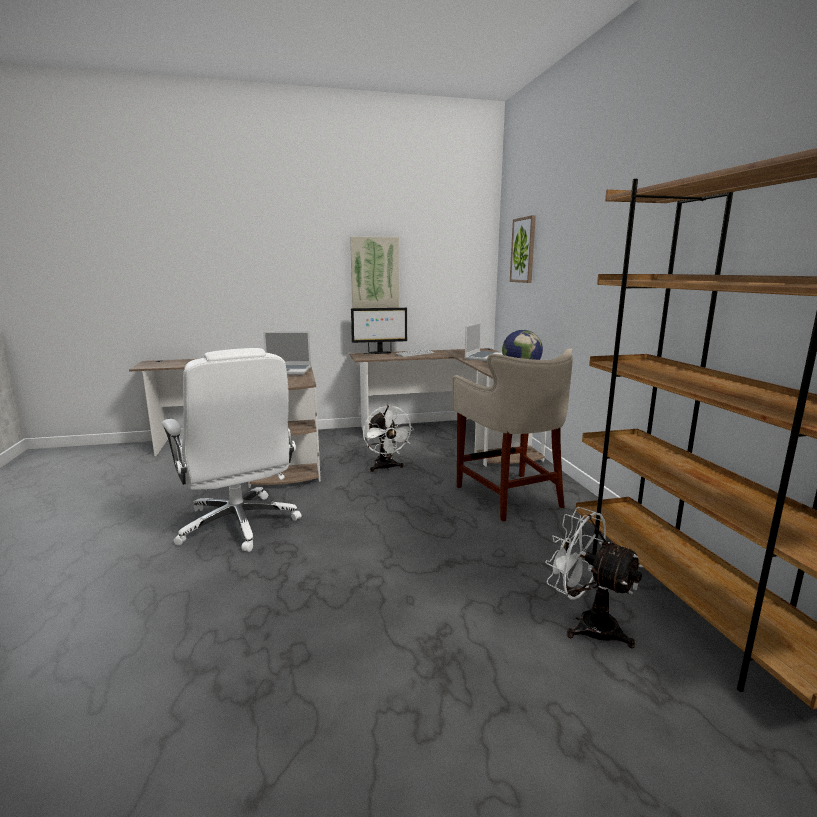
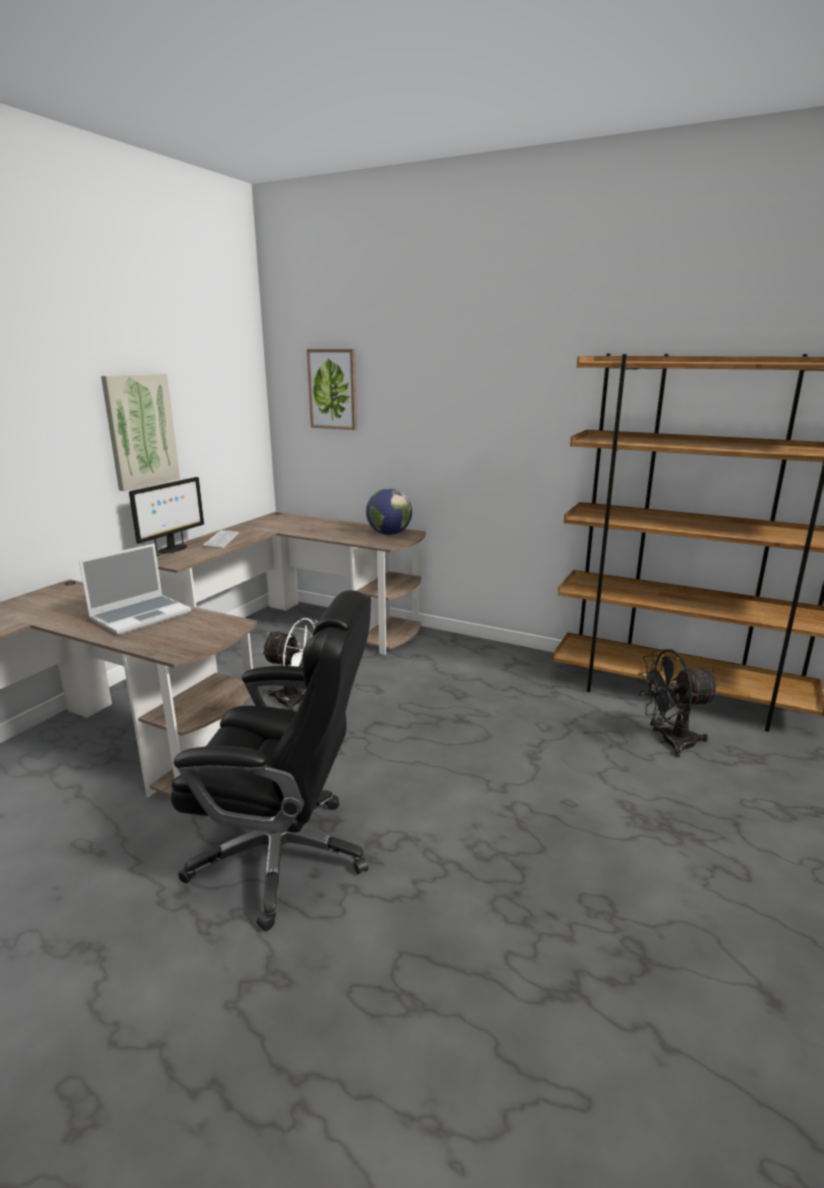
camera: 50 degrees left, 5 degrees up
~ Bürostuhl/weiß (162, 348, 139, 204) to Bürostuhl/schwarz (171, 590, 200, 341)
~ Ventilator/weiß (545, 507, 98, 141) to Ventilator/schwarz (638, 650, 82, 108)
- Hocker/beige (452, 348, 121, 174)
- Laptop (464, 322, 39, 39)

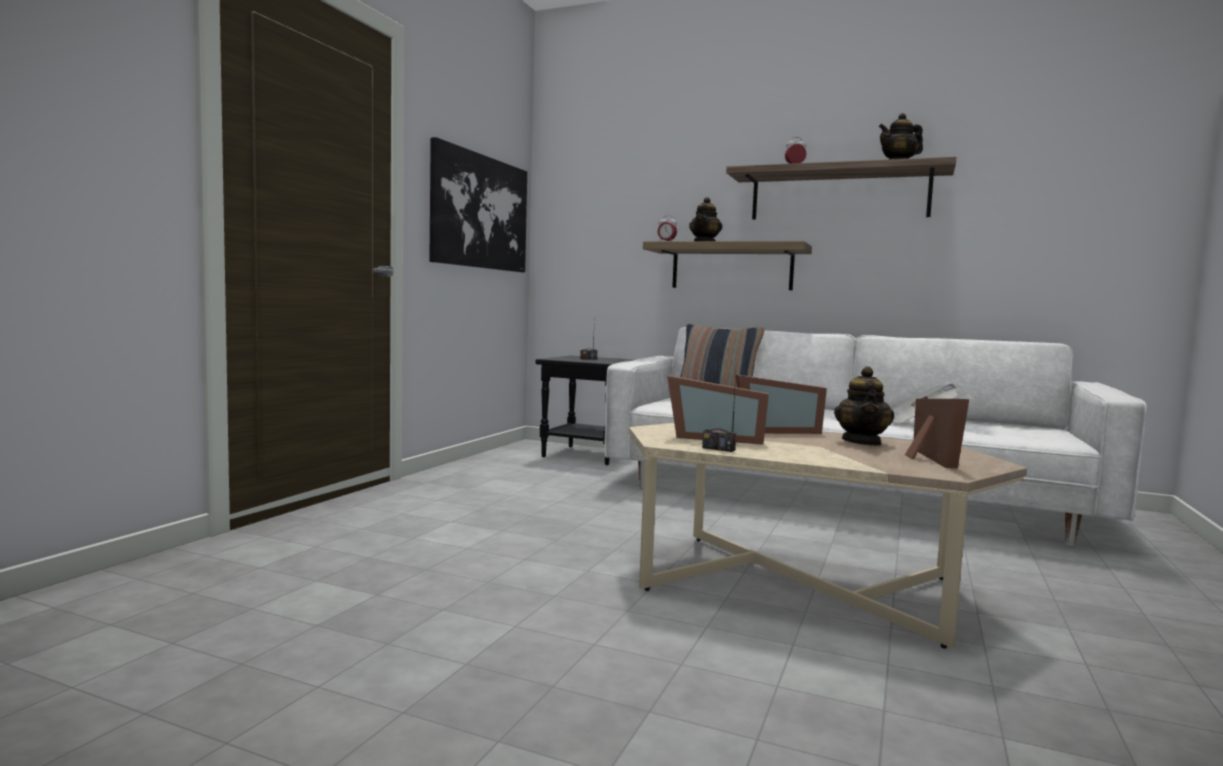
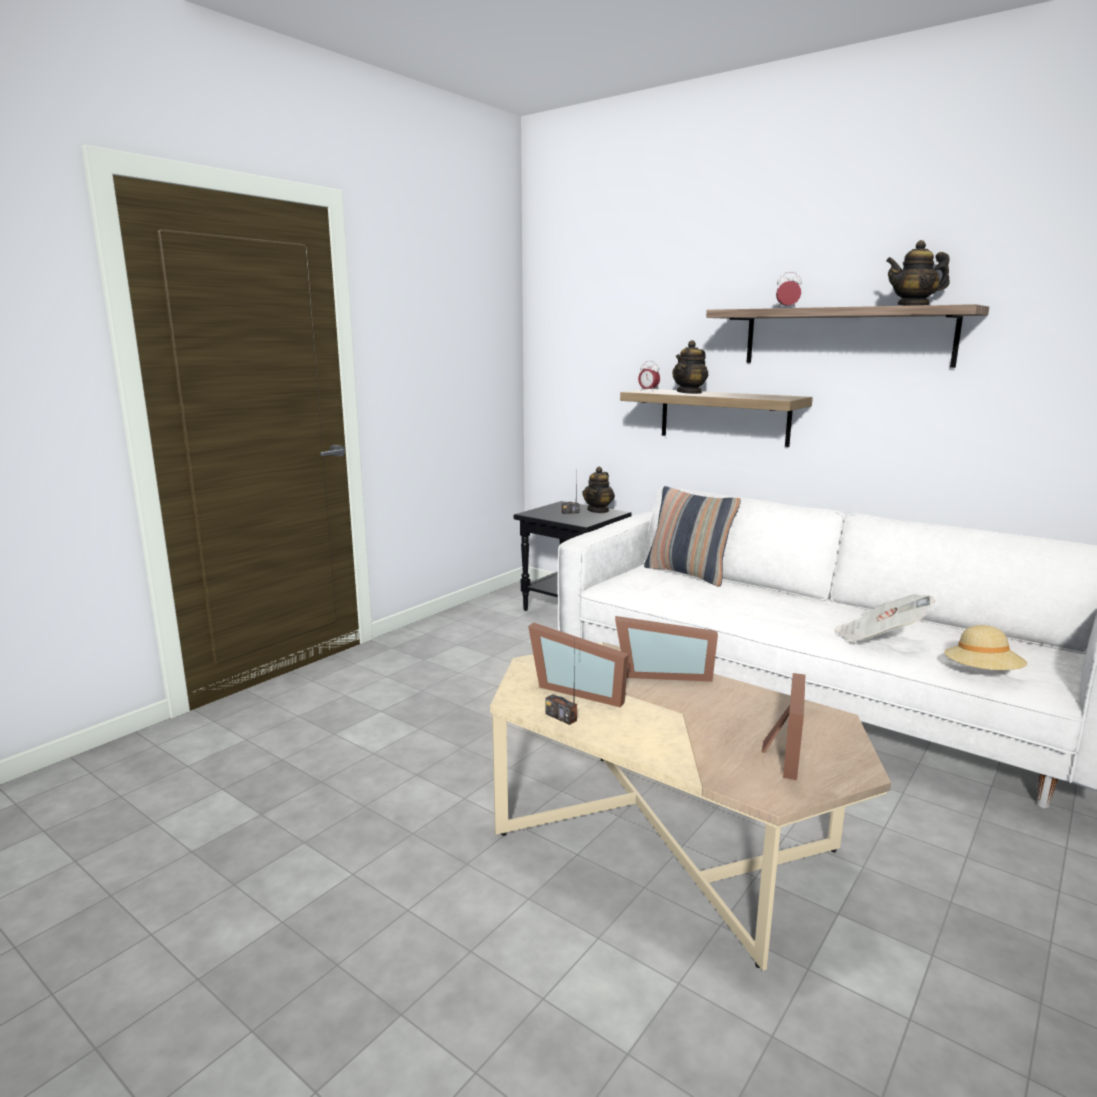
camera: 15 degrees right, 10 degrees up
~ Teekanne (834, 366, 60, 80) to (582, 467, 33, 46)
+ Hut/beige (944, 625, 83, 45)
- Bild (429, 137, 98, 136)

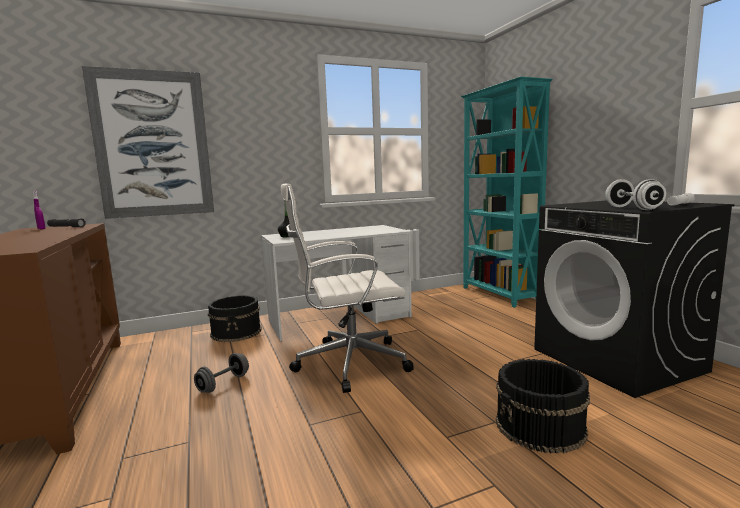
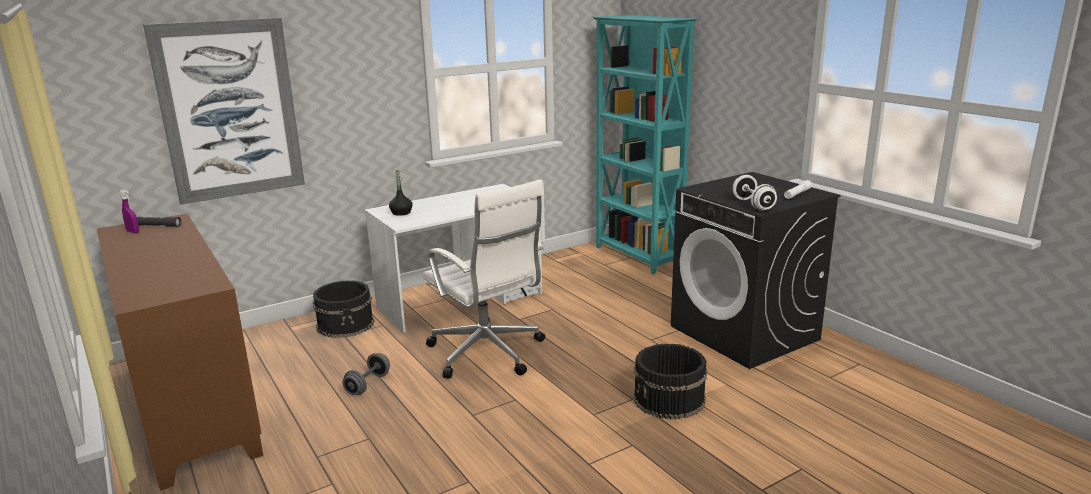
camera: 10 degrees left, 10 degrees up
~ Bürostuhl/weiß (281, 183, 133, 210) = (423, 179, 122, 199) 105 degrees counterclockwise

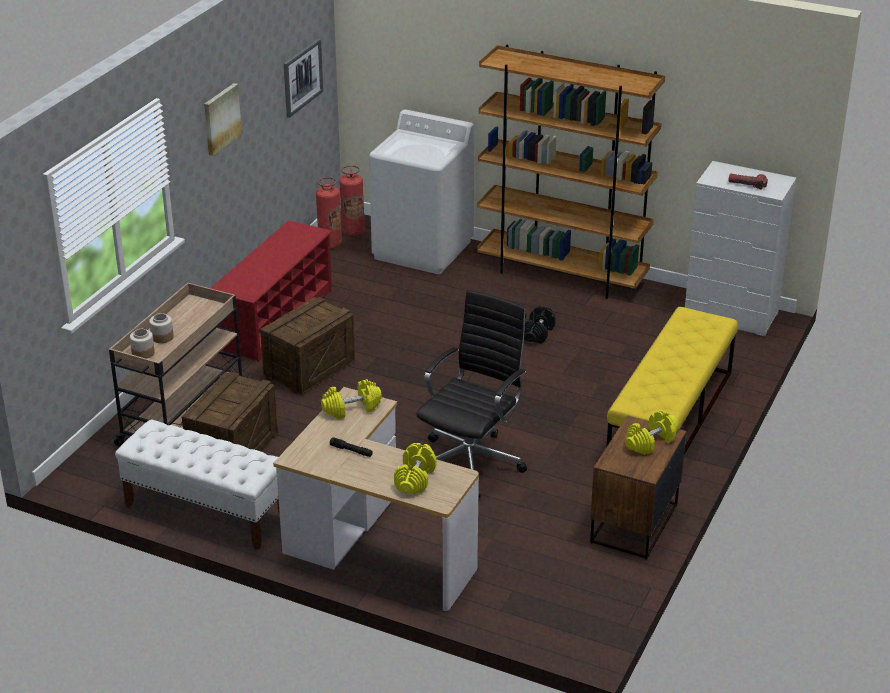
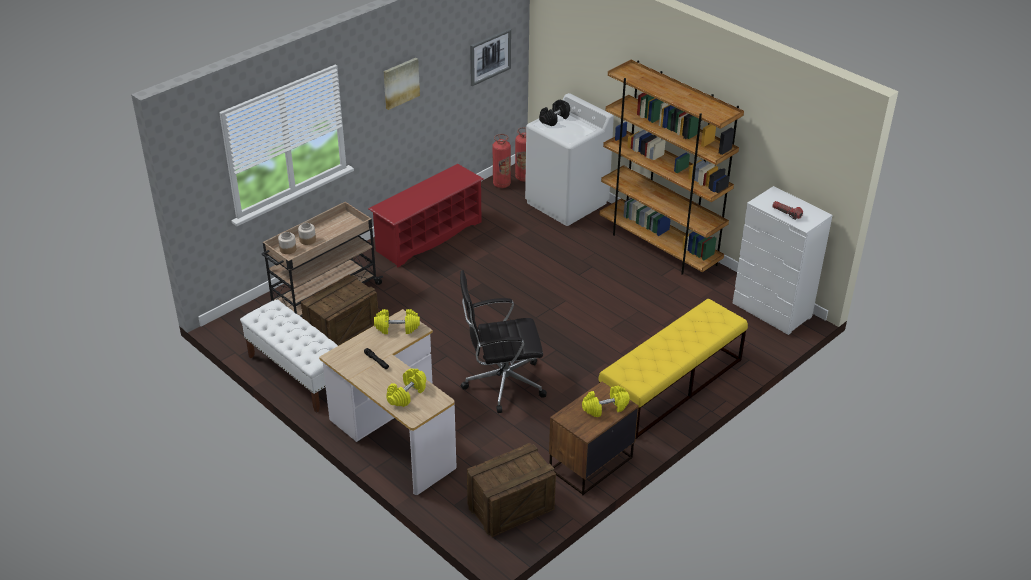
camera: 20 degrees right, 5 degrees up
~ Bürostuhl/schwarz (416, 290, 111, 209) = (460, 270, 87, 143) 150 degrees counterclockwise
~ Kiste (260, 297, 95, 98) to (467, 443, 89, 94)
~ Hantel/schwarz (524, 306, 32, 37) to (539, 99, 31, 27)

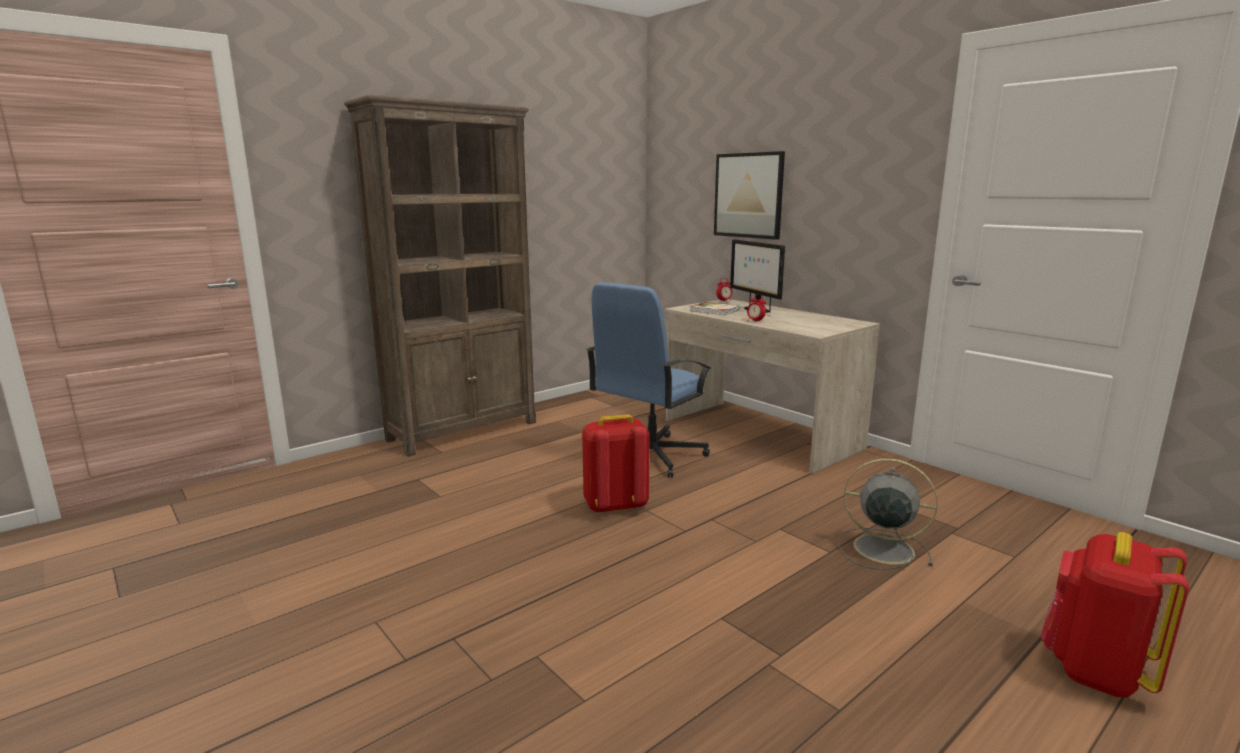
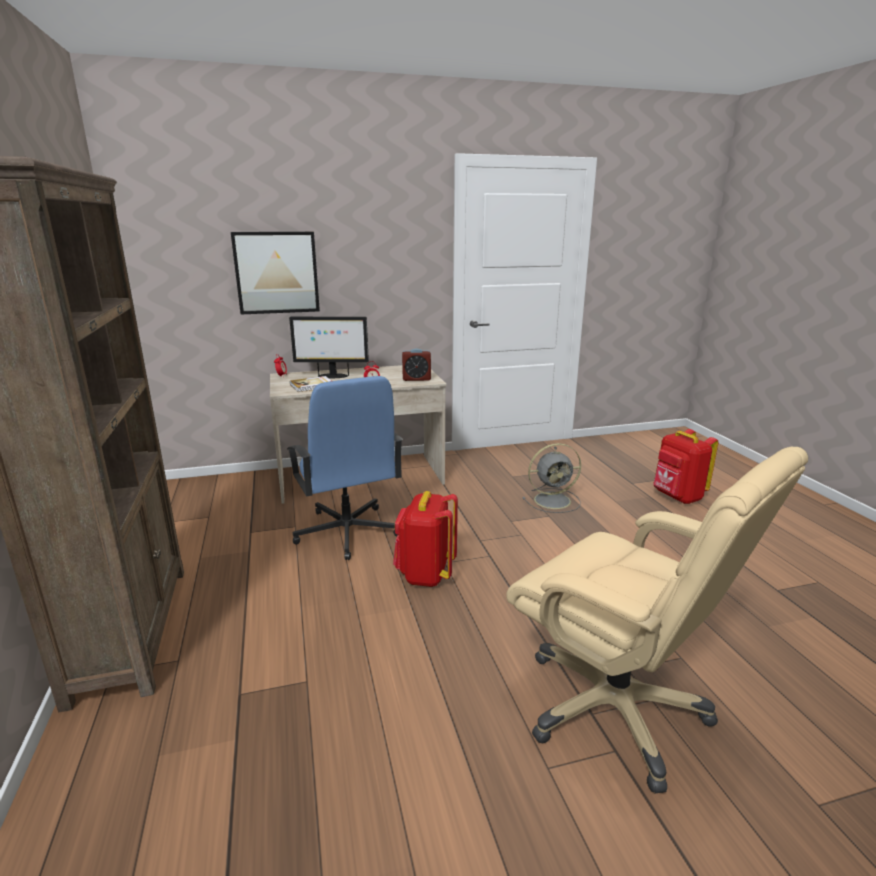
camera: 65 degrees left, 5 degrees up
+ Wecker (402, 348, 29, 33)
+ Bürostuhl/beige (506, 447, 302, 347)
~ Ventilator/grau (838, 458, 99, 112) = (522, 443, 59, 70) 150 degrees counterclockwise

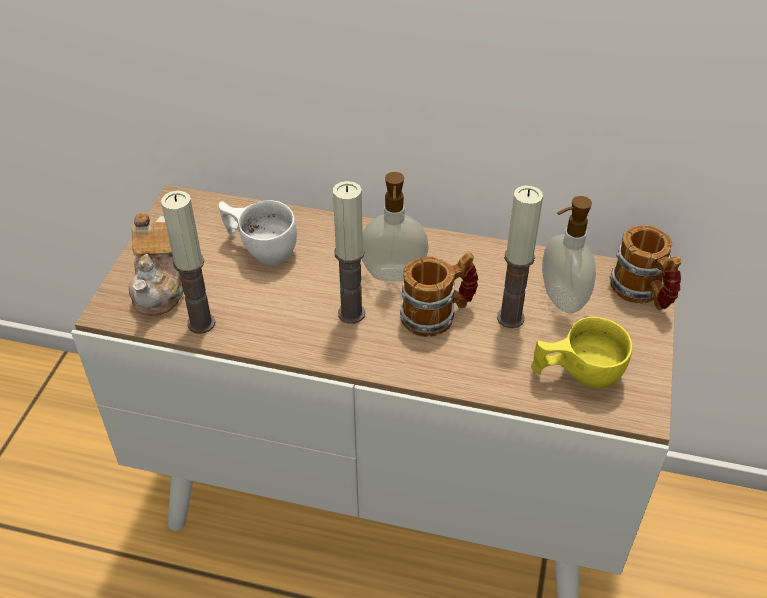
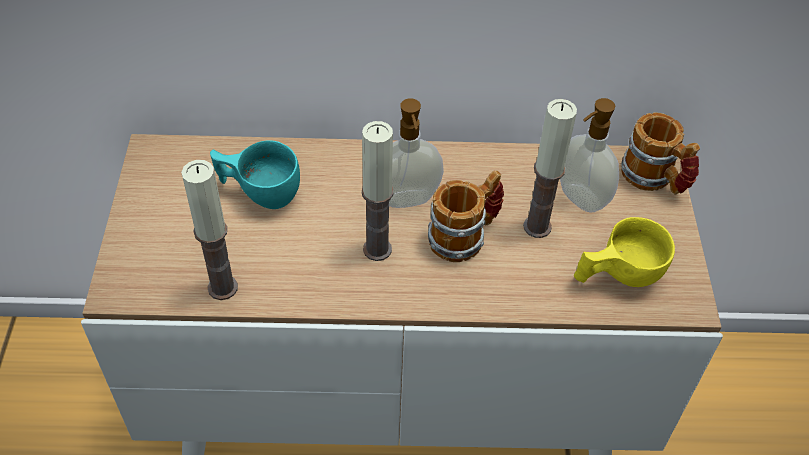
camera: 15 degrees left, 5 degrees up
~ Tasse/weiß (219, 200, 78, 65) to Tasse/türkis (210, 140, 90, 69)
- Teekanne (129, 212, 54, 104)

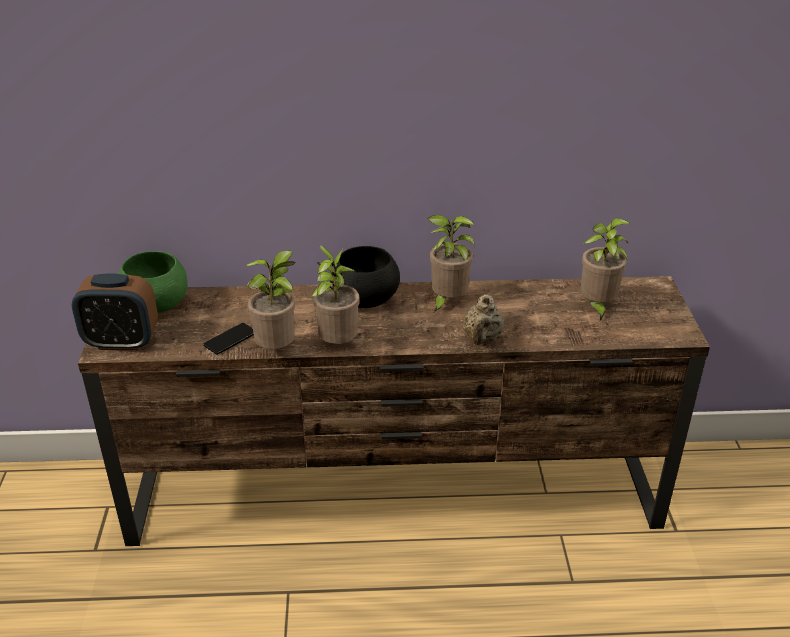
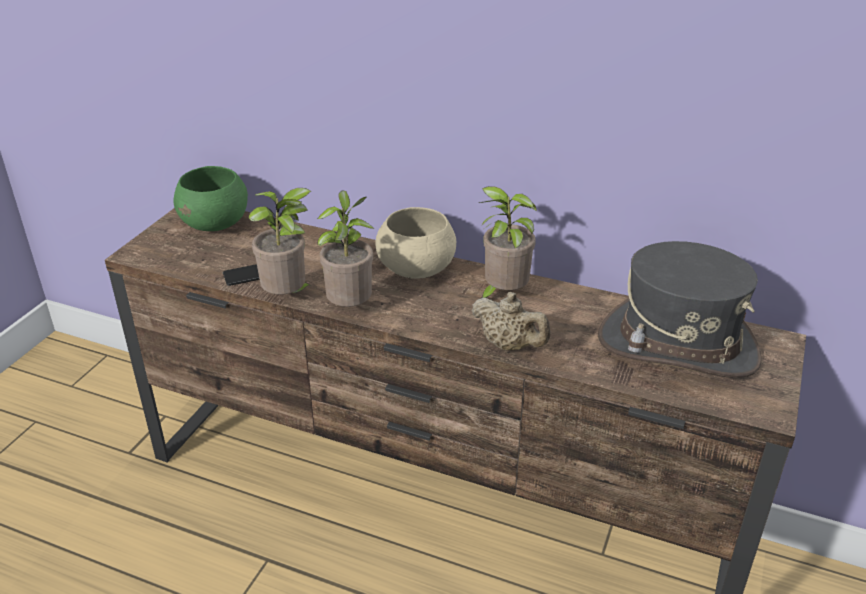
camera: 25 degrees right, 0 degrees up
~ Schüssel/schwarz (330, 246, 70, 62) to Schüssel/beige (375, 207, 81, 72)
~ Teekanne/beige (463, 294, 41, 51) = (471, 292, 79, 59) 90 degrees counterclockwise
~ Topfpflanze (581, 218, 49, 103) to Hut/grau (598, 241, 164, 137)
- Wecker (72, 274, 86, 76)

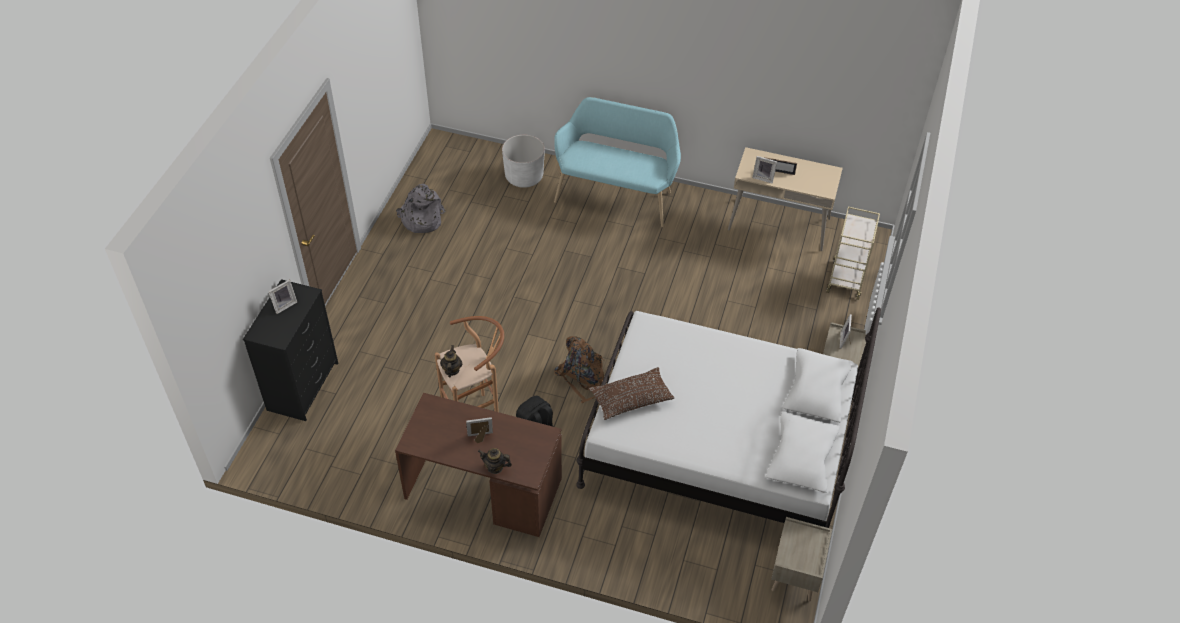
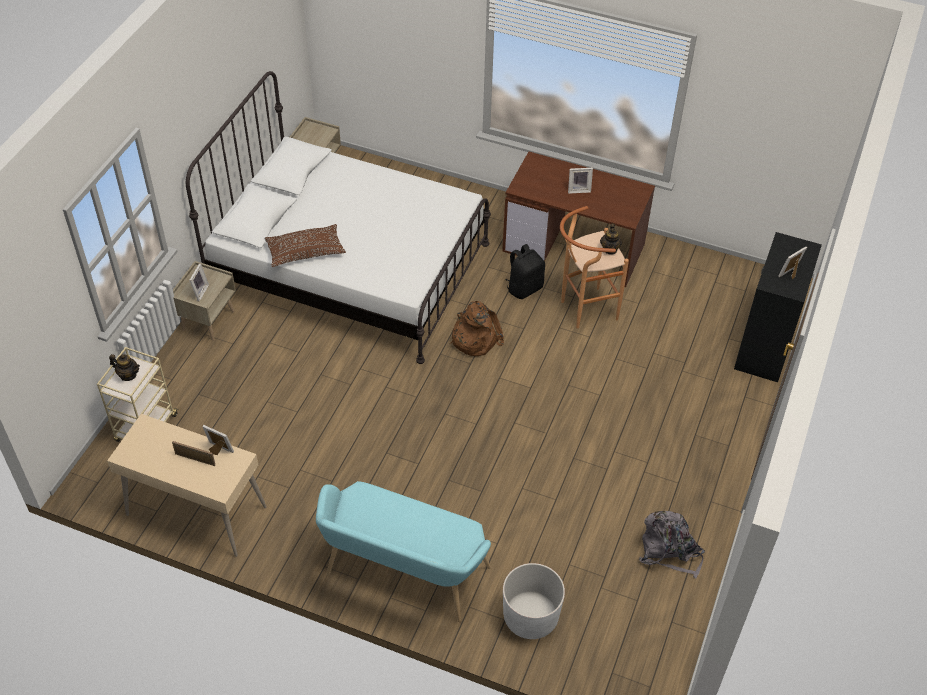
camera: 175 degrees left, 0 degrees up
~ Teekanne (478, 448, 34, 26) to (109, 354, 31, 27)
~ Kissen/braun (589, 367, 85, 53) to (265, 224, 81, 43)

